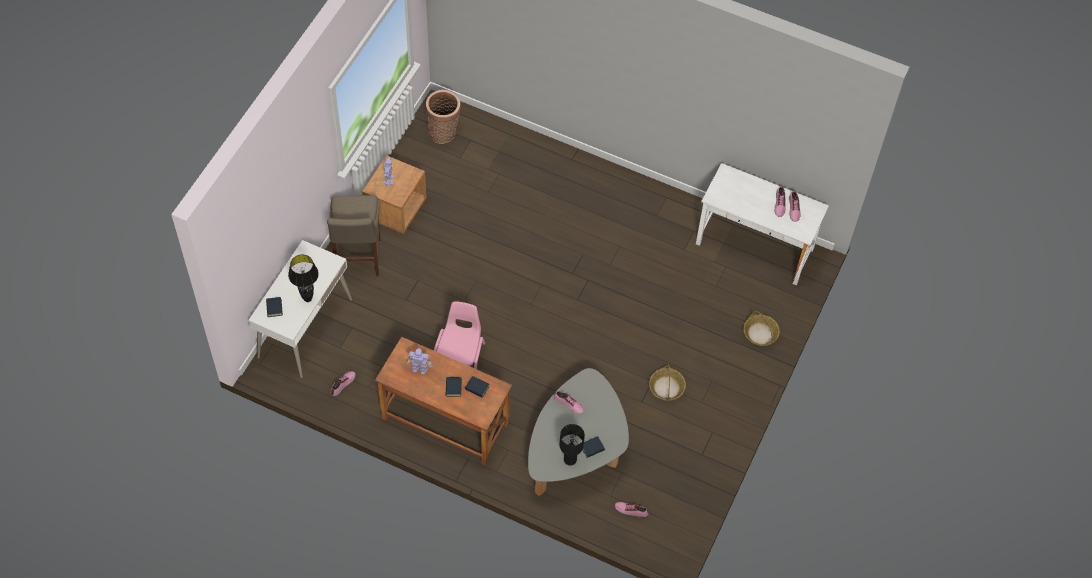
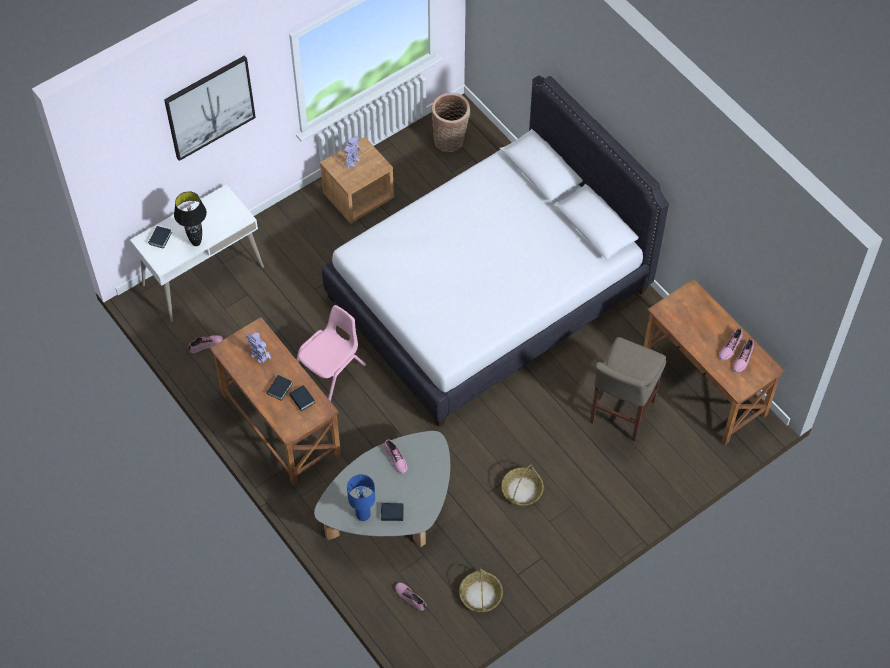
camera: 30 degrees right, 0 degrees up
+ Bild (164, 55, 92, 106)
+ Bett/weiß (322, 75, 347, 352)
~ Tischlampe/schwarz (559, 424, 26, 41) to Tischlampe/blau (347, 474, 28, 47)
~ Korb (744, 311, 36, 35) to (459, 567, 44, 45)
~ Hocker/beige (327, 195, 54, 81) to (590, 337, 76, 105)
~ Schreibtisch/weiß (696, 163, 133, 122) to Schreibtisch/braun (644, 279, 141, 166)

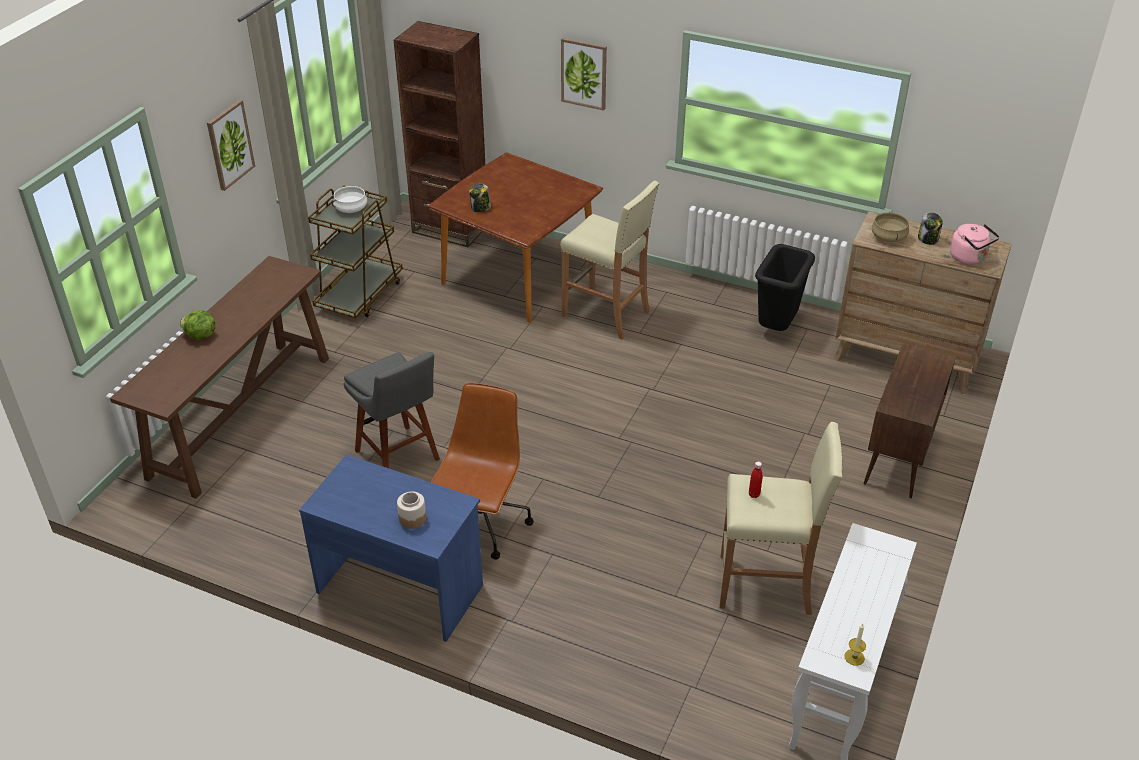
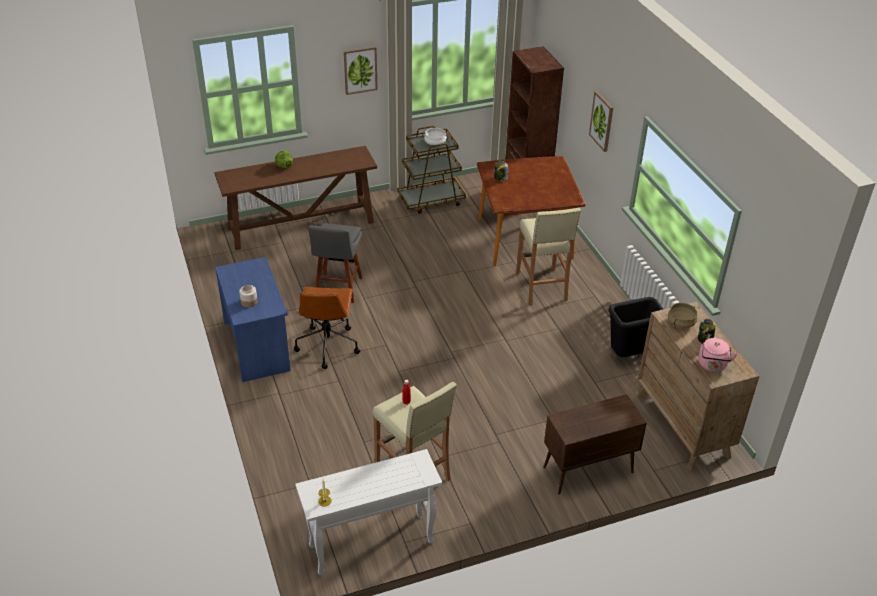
camera: 45 degrees right, 0 degrees up
~ Bürostuhl/braun (431, 383, 103, 177) = (294, 287, 66, 82) 120 degrees clockwise

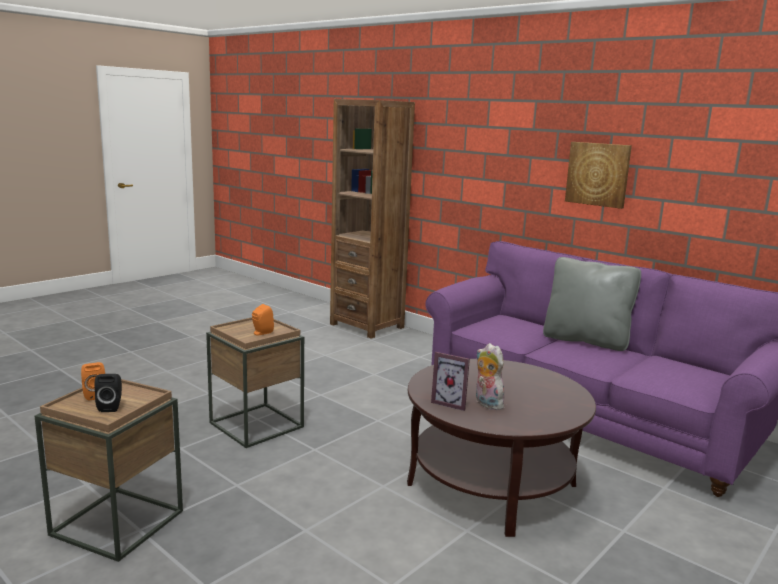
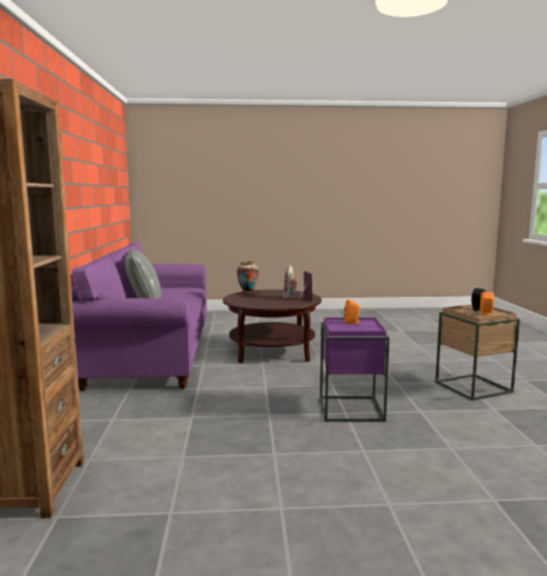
camera: 135 degrees left, 5 degrees down
+ Vase (237, 261, 22, 32)
~ Beistelltisch/braun (206, 317, 98, 131) to Beistelltisch/lila (320, 317, 69, 105)
- Bild (565, 142, 67, 67)

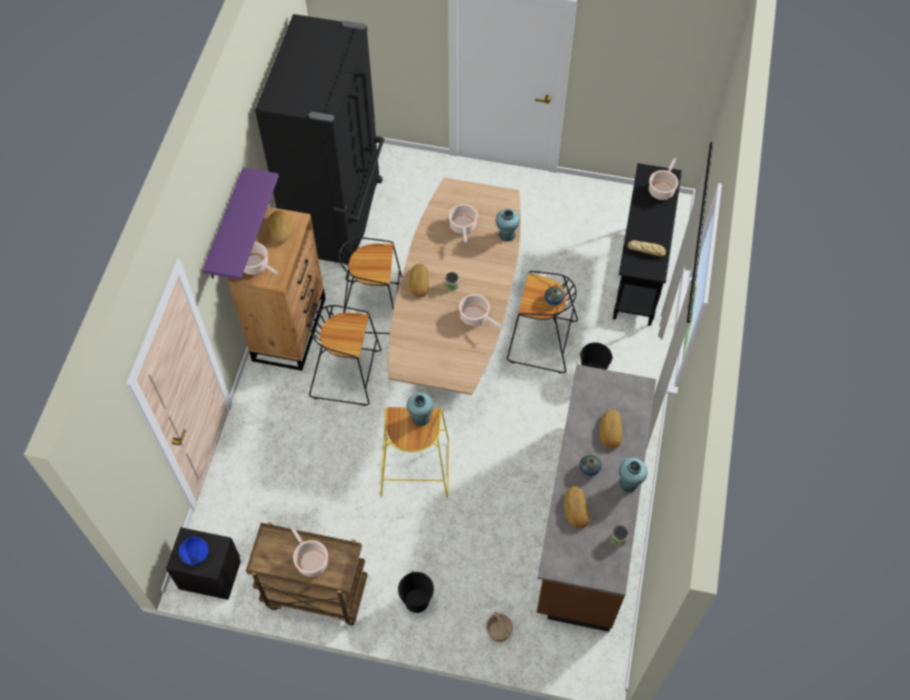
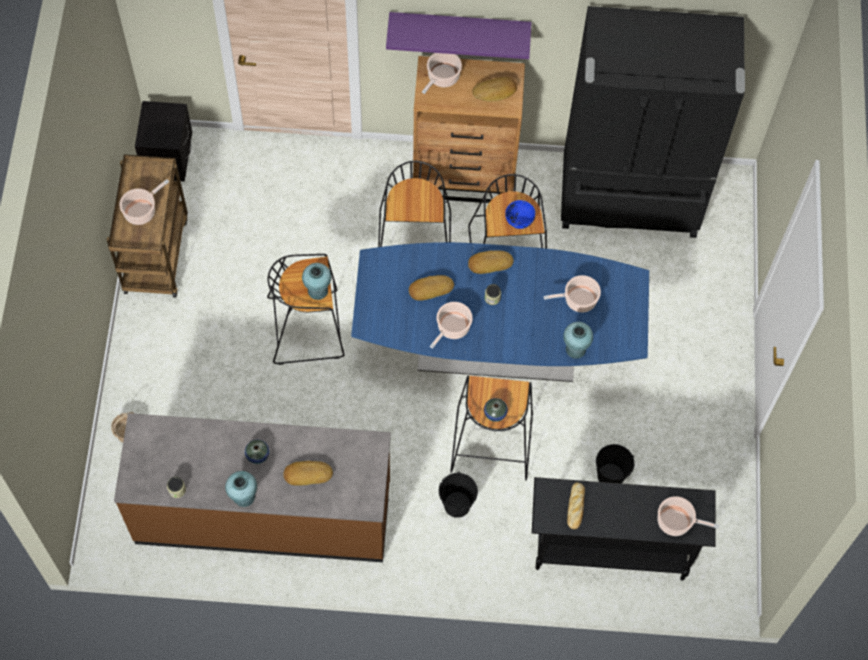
camera: 80 degrees right, 5 degrees up
~ Hocker/gelb (381, 407, 68, 91) to Hocker/schwarz (267, 254, 78, 111)
~ Esstisch/braun (388, 178, 133, 217) to Esstisch/blau (351, 242, 298, 140)
~ Brot (564, 486, 26, 42) to (409, 275, 45, 26)
~ Schüssel/blau (179, 537, 29, 28) to (505, 200, 30, 29)
~ Eimer/schwarz (398, 571, 36, 42) to (596, 444, 38, 40)

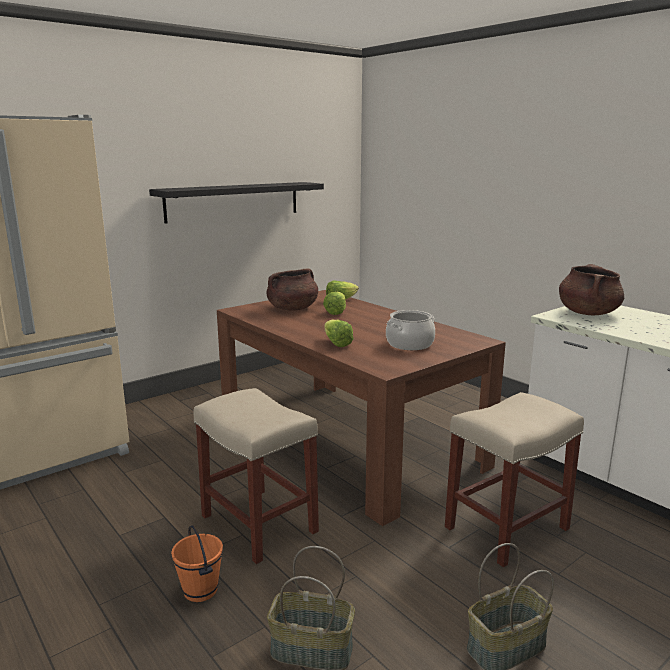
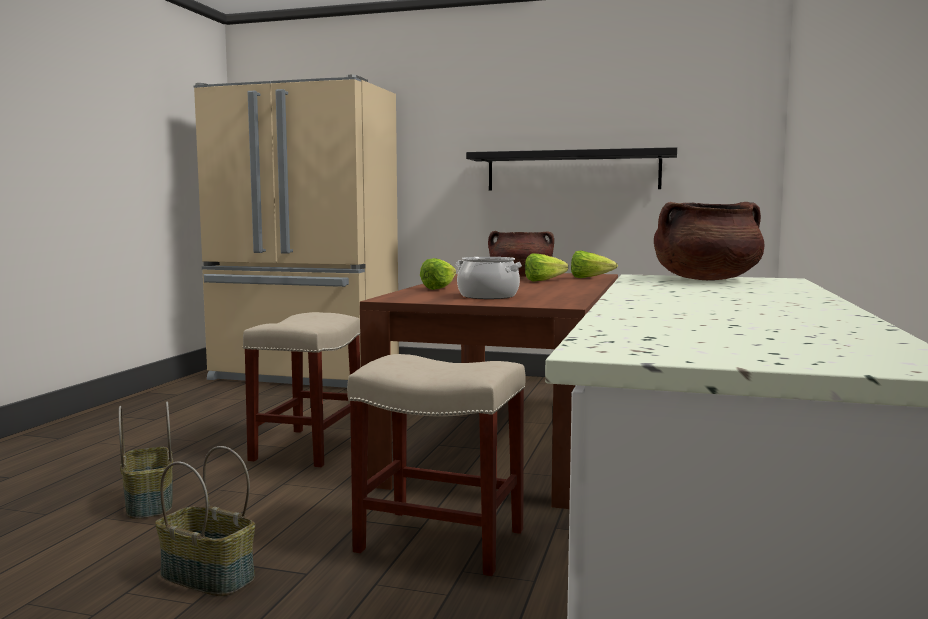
camera: 55 degrees right, 10 degrees down
- Eimer/orange (171, 525, 52, 77)

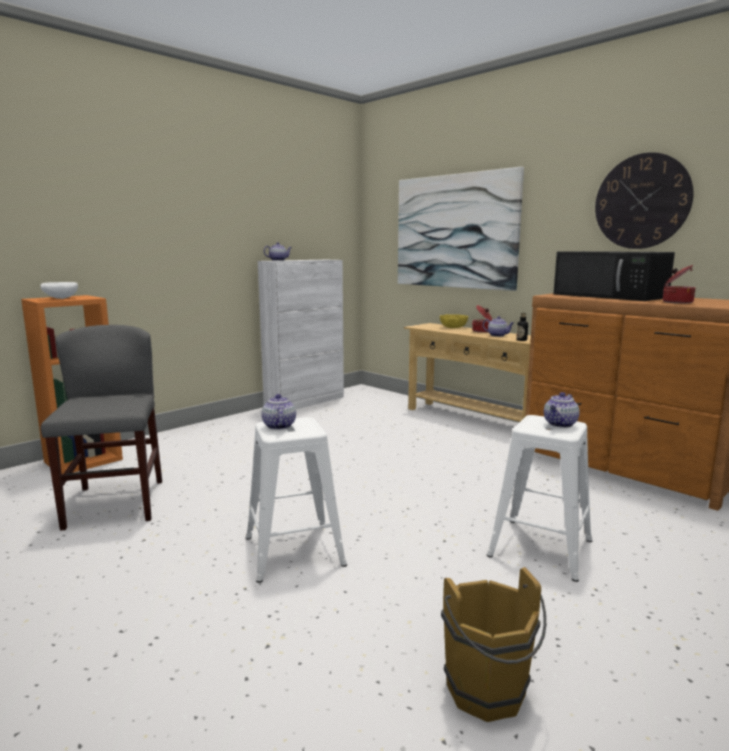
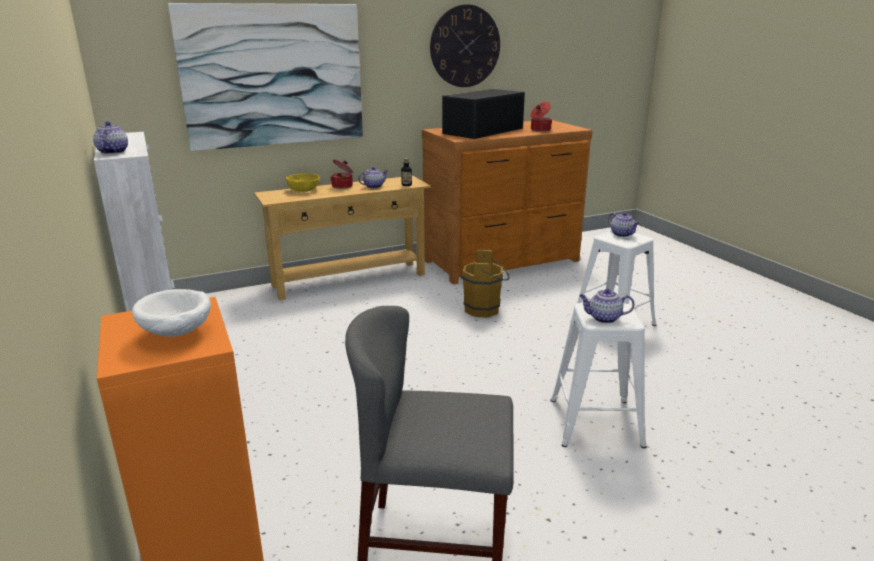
camera: 70 degrees left, 10 degrees up
~ Mikrowelle/schwarz (554, 251, 121, 50) = (442, 89, 83, 50) 150 degrees clockwise
~ Eimer/braun (441, 567, 105, 155) to (462, 250, 48, 67)

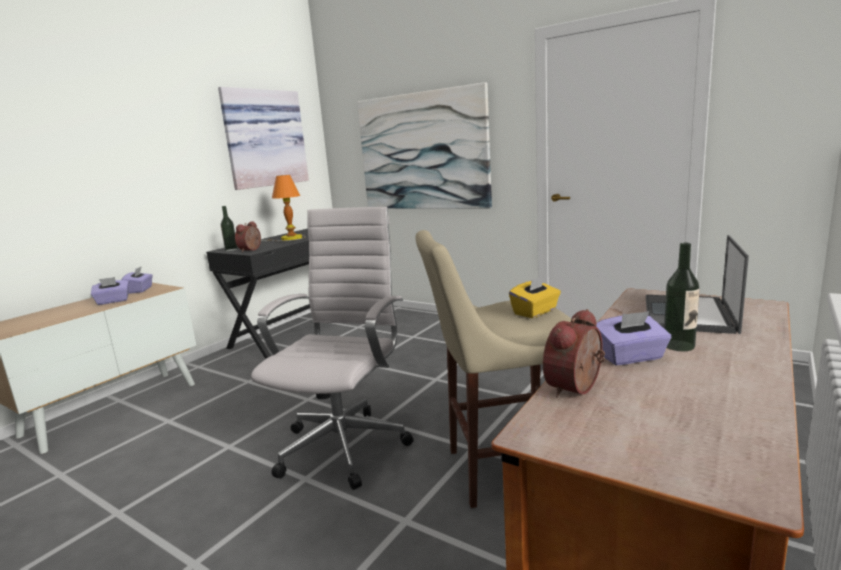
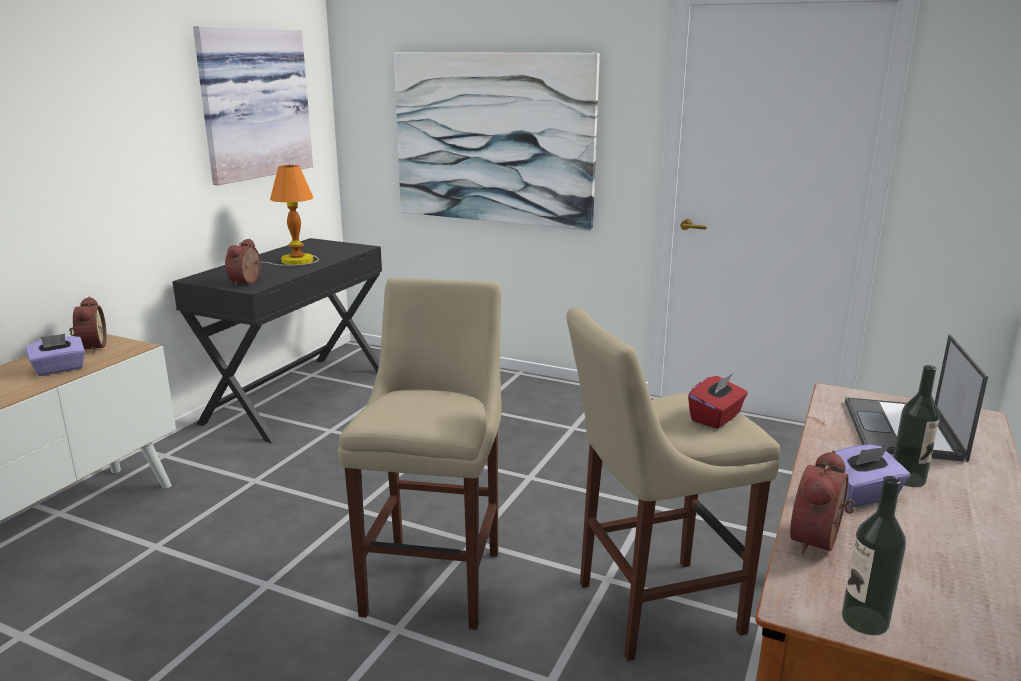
camera: 10 degrees left, 5 degrees up
~ Taschentuchbox/lila (122, 266, 31, 28) to Wecker (69, 297, 38, 56)
~ Bürostuhl/weiß (251, 207, 162, 283) to Hocker/beige (338, 277, 164, 353)
~ Taschentuchbox/gelb (509, 275, 52, 43) to Taschentuchbox/rot (688, 374, 60, 55)
~ Flasche (221, 206, 17, 45) to (842, 476, 64, 159)

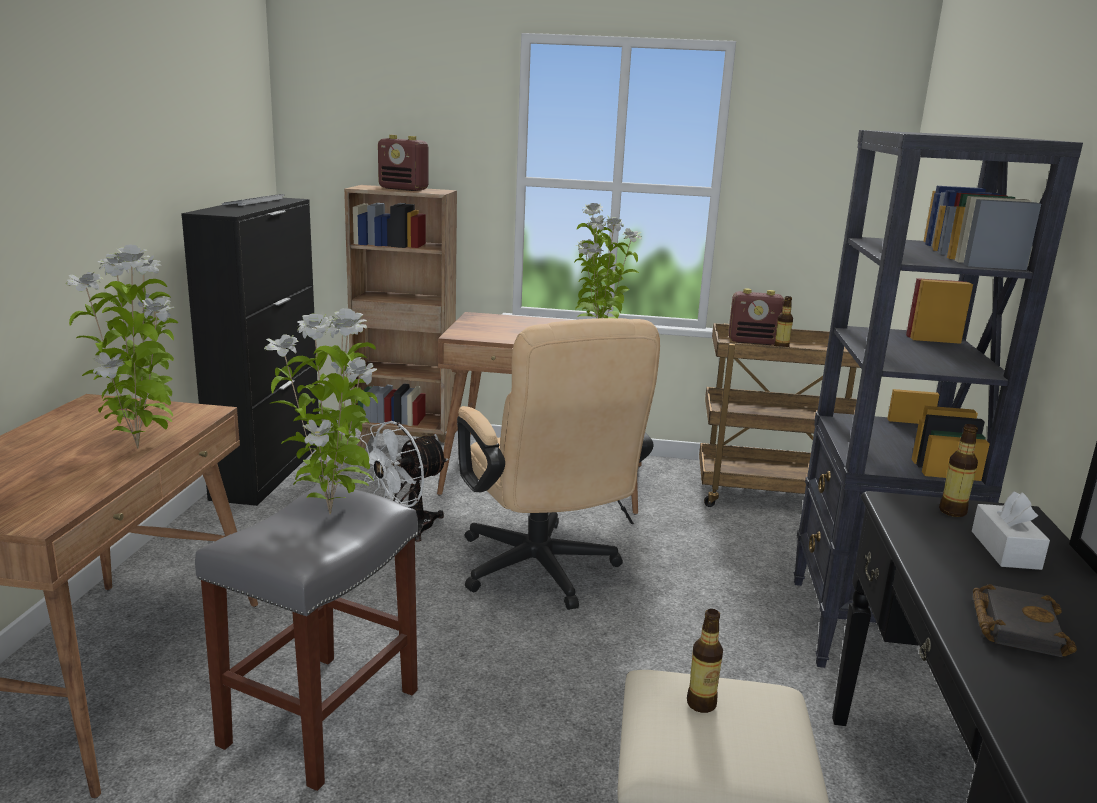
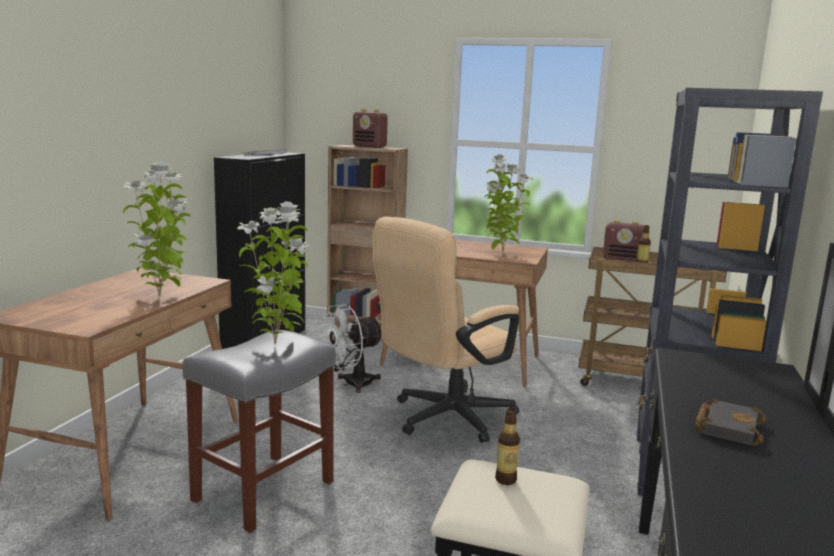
camera: 10 degrees right, 5 degrees down
~ Bürostuhl/beige (457, 318, 203, 292) = (373, 217, 146, 226) 60 degrees clockwise
- Flasche (939, 424, 39, 93)
- Taschentuchbox/weiß (972, 491, 78, 79)

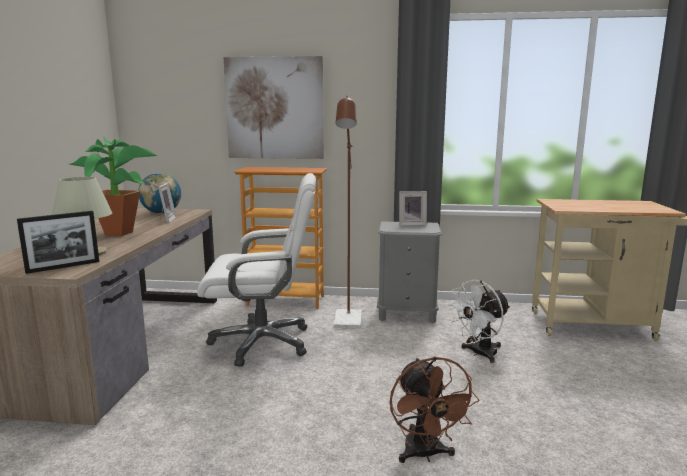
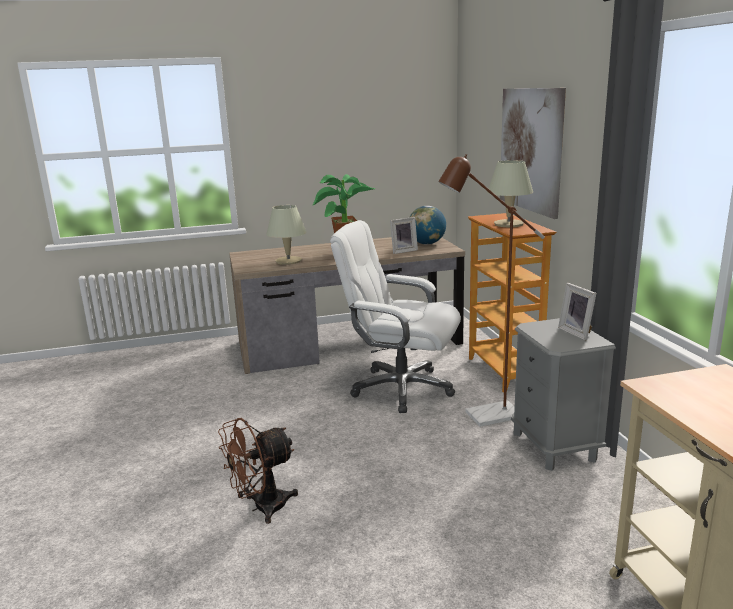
camera: 70 degrees right, 5 degrees up
~ Bürostuhl/weiß (197, 173, 119, 194) = (330, 220, 131, 193) 135 degrees clockwise
+ Tischlampe/beige (487, 160, 46, 67)
- Bilderrahmen (17, 211, 82, 63)
- Ventilator/weiß (448, 280, 62, 83)

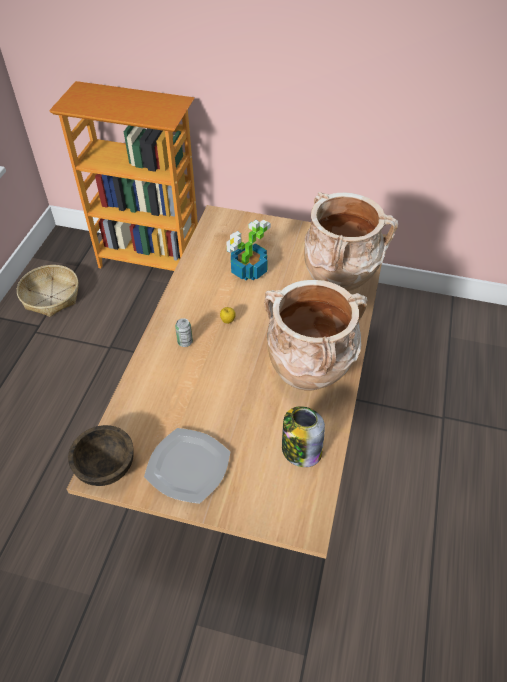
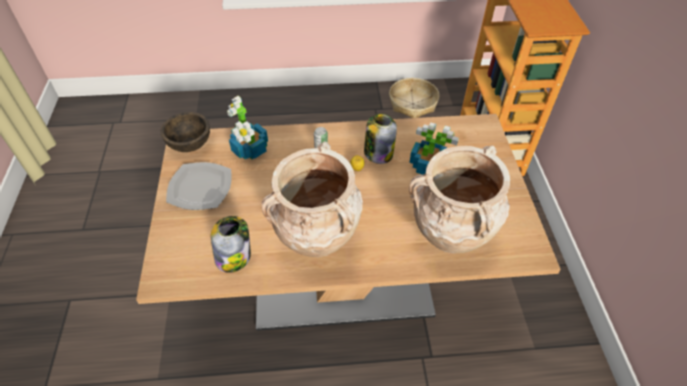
camera: 70 degrees right, 0 degrees up
+ Topfpflanze (227, 96, 41, 63)
+ Vorratsglas (364, 114, 33, 50)

